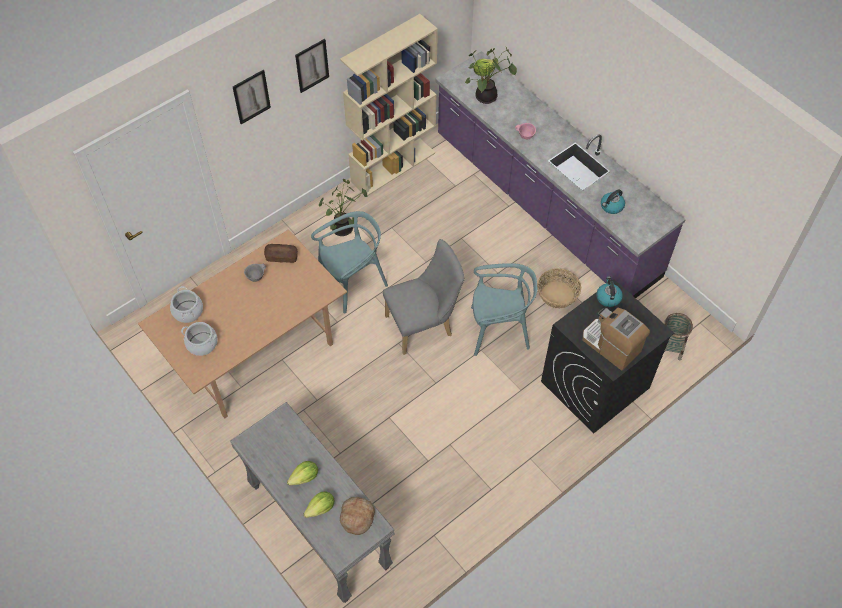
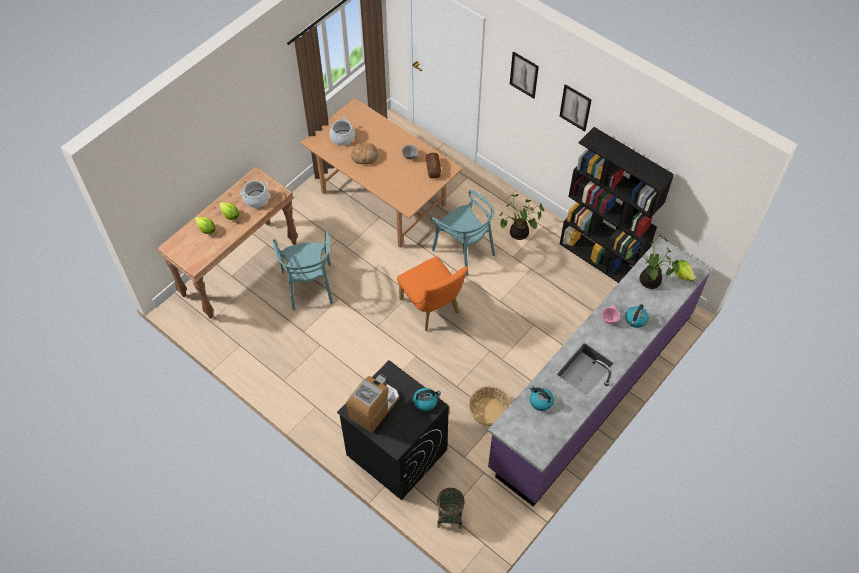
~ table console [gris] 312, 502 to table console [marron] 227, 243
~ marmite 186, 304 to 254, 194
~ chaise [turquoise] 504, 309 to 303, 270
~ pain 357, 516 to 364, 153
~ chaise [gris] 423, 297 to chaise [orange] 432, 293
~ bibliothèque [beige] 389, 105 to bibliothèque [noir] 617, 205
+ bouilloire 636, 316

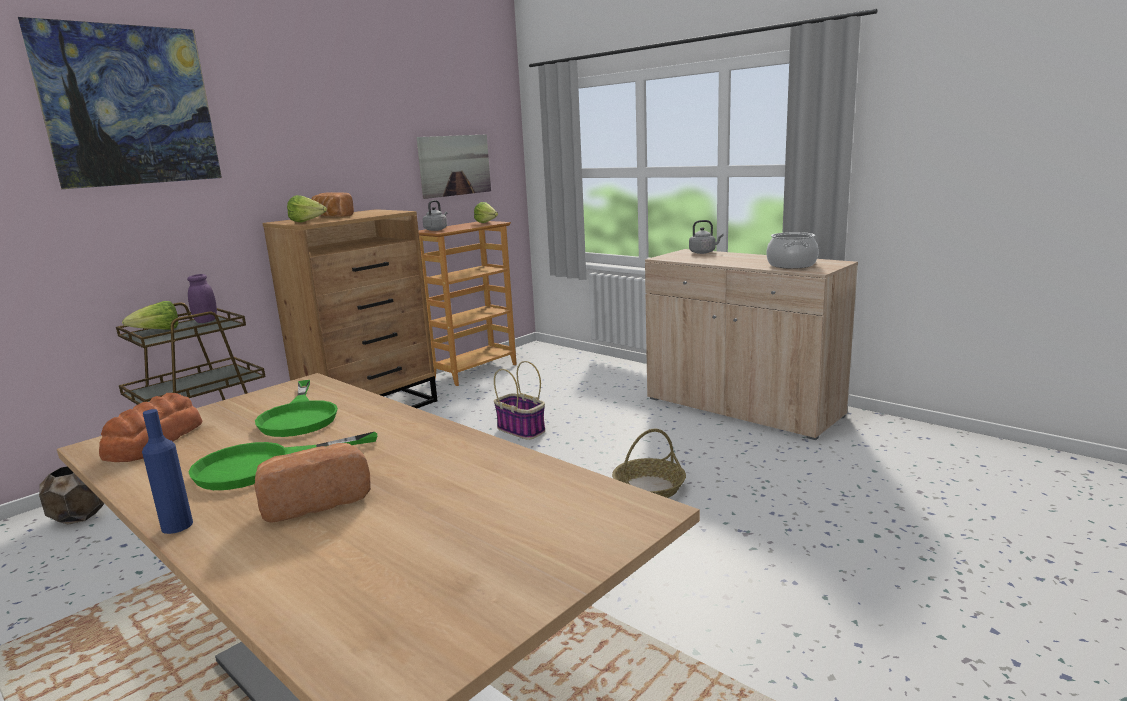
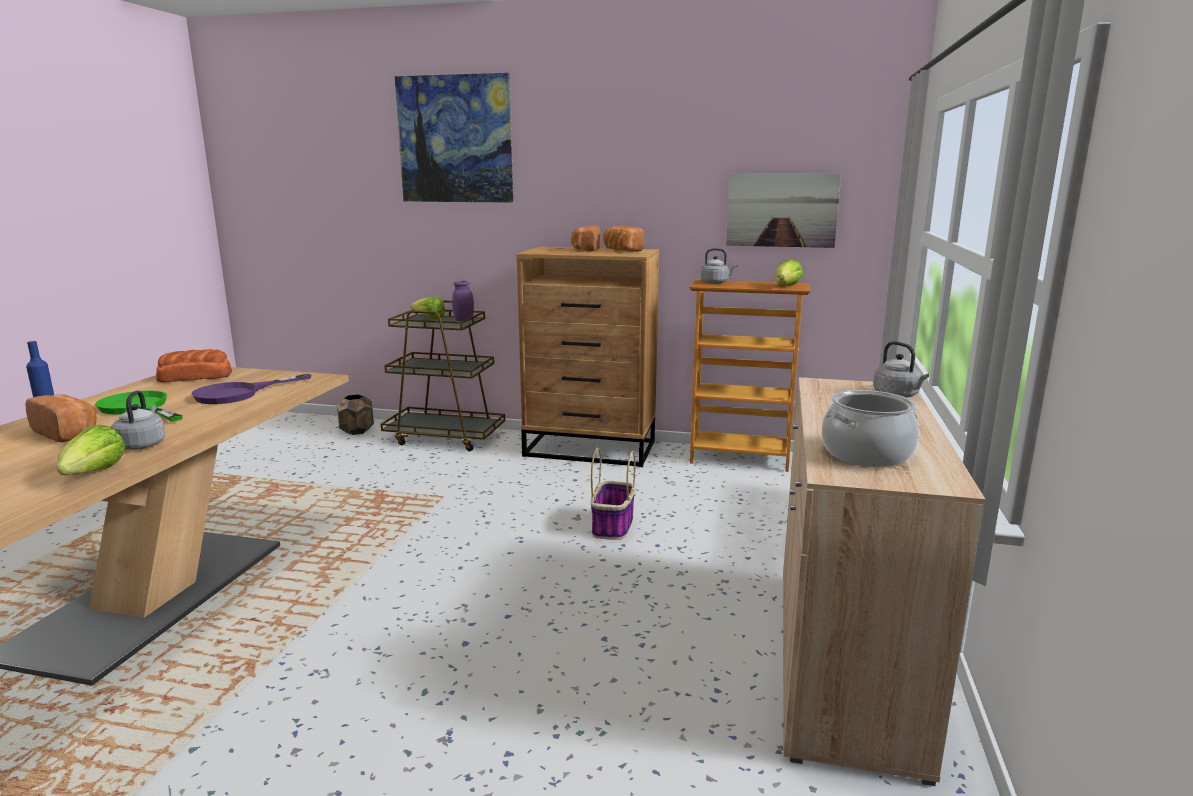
~ laitue 307, 208 to 91, 449
+ bouilloire [gris] 138, 420
~ poêle [vert] 296, 408 to poêle [violet] 251, 389
+ pain 623, 239
- panier 649, 463

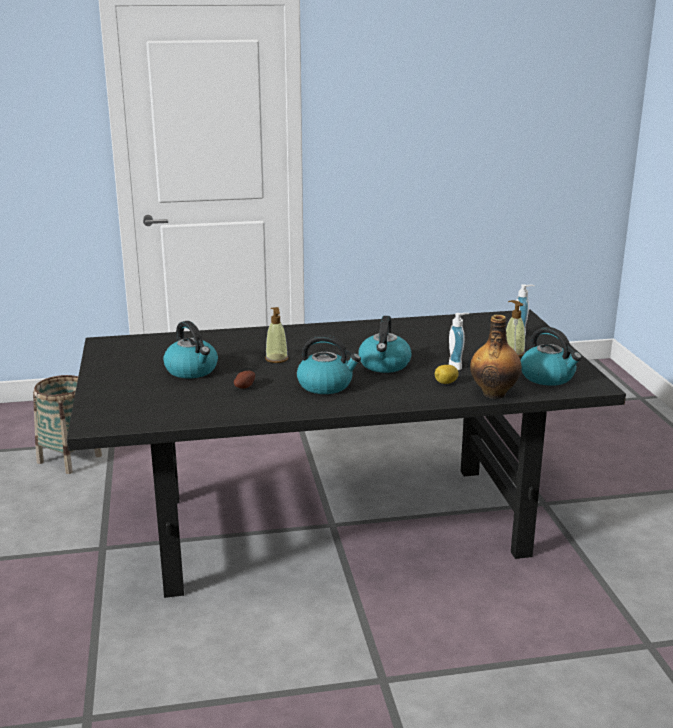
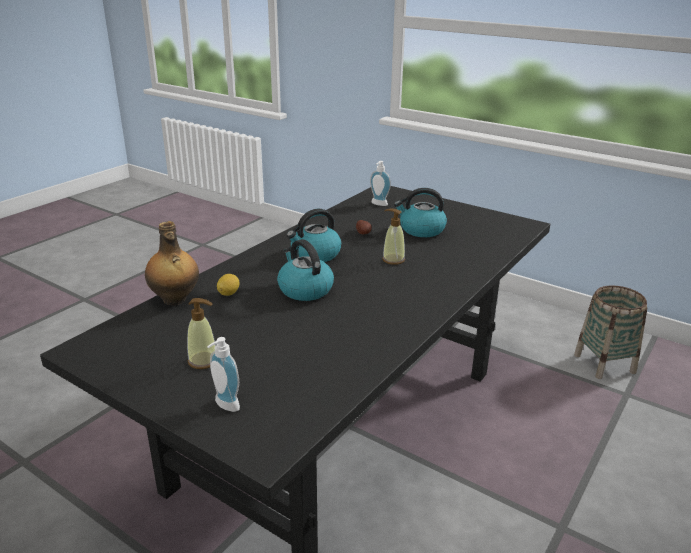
~ distributeur de savon 459, 341 to 380, 183
- bouilloire 551, 356

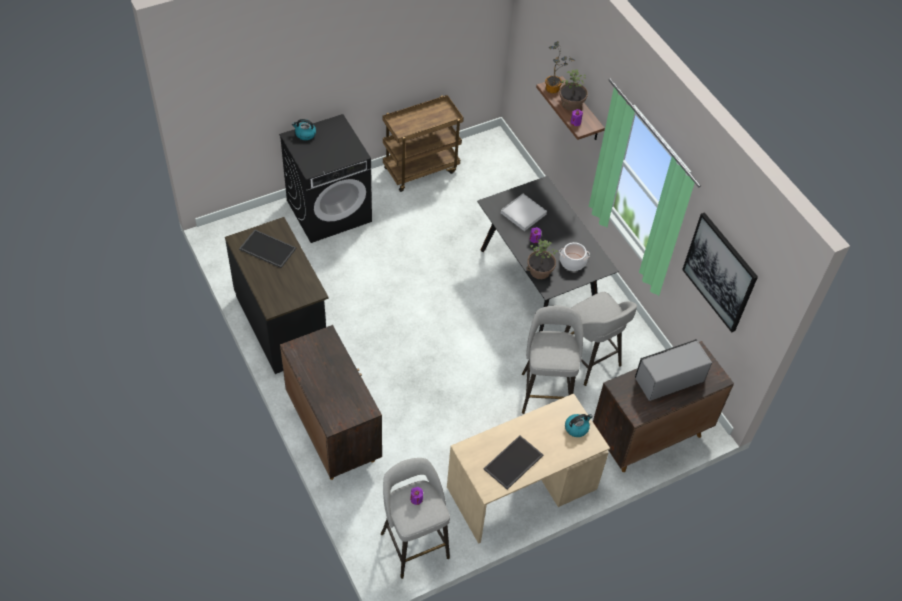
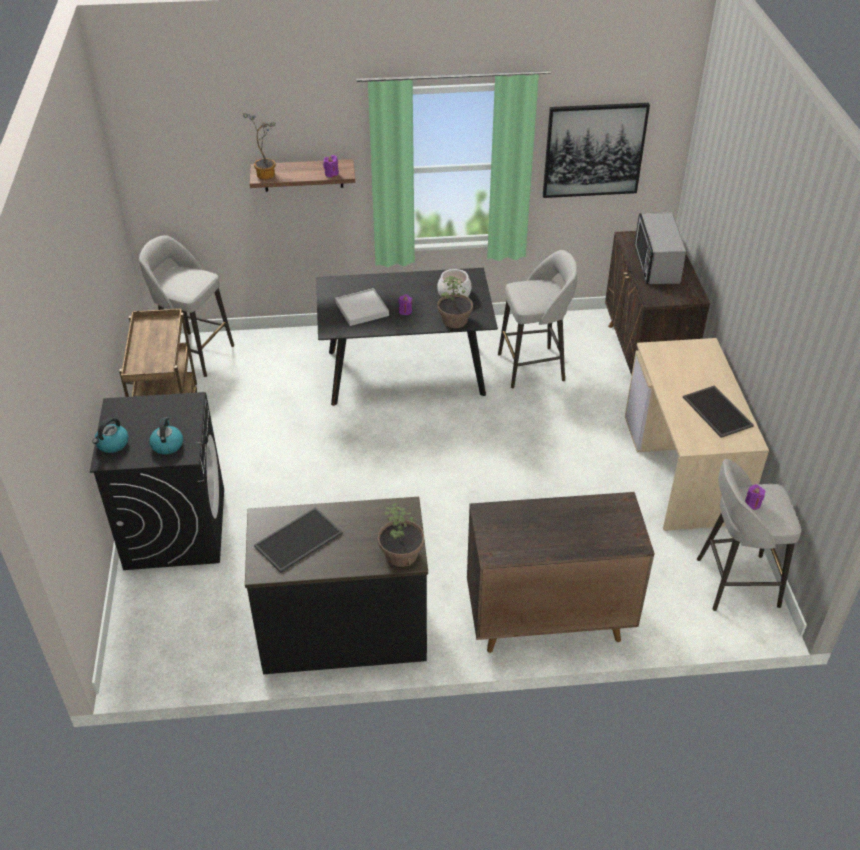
~ tabouret [gris] 552, 359 to 186, 306
~ bouilloire 578, 425 to 166, 435
~ plante en pot 573, 90 to 401, 535

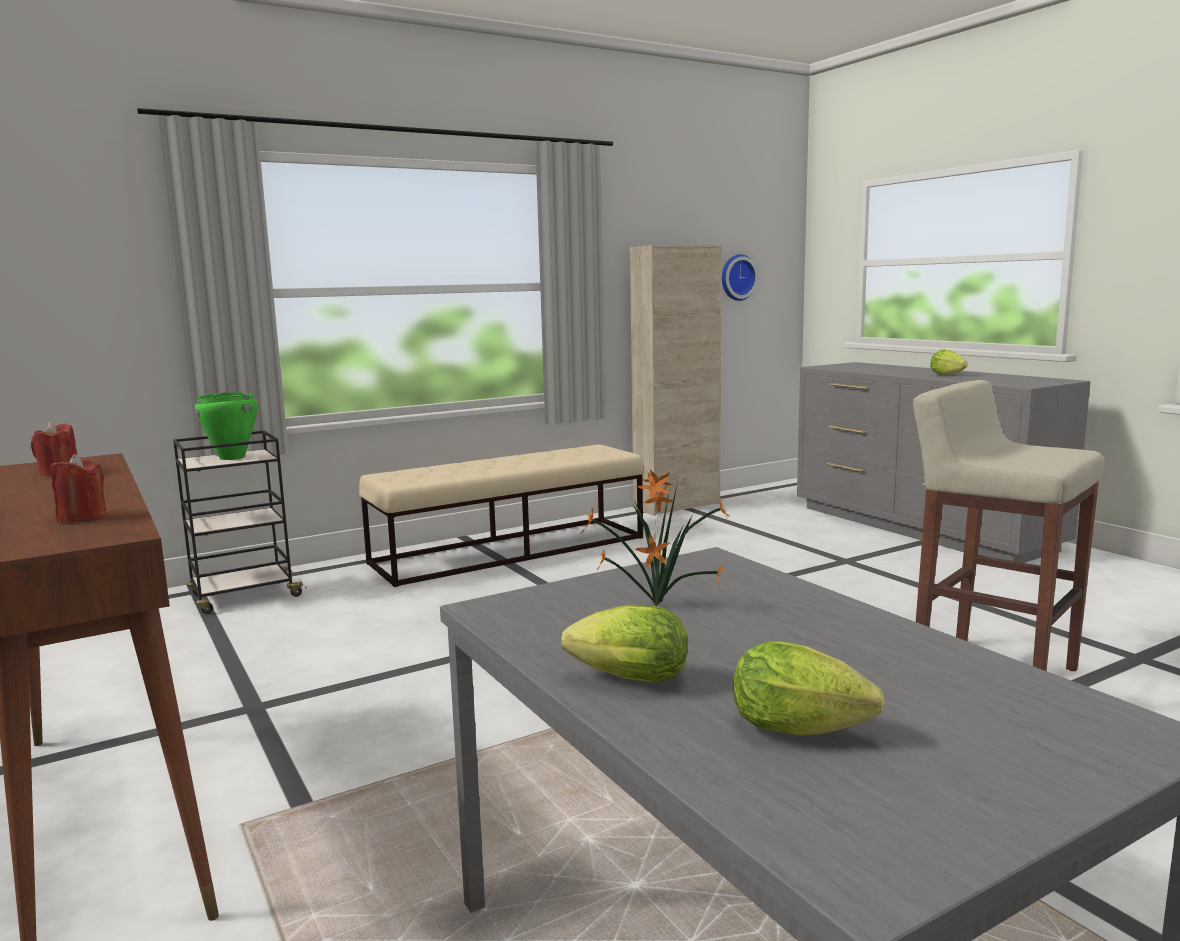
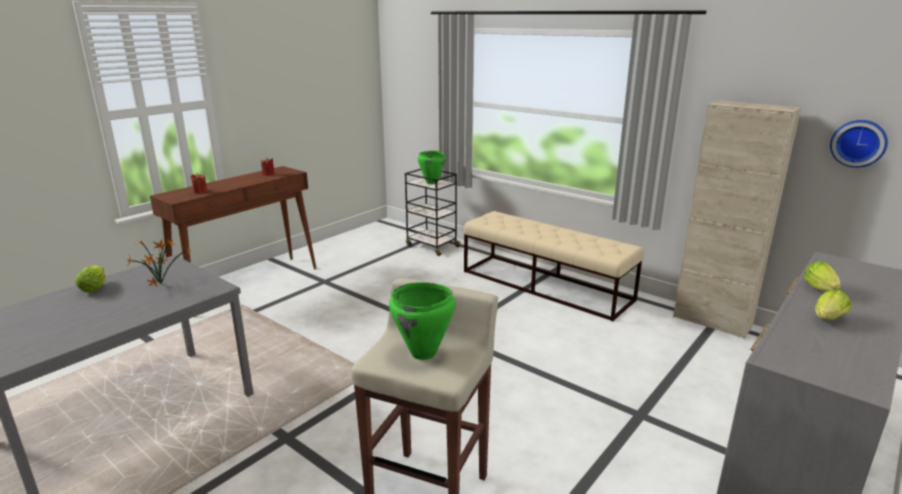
+ marmite [vert] 422, 321
~ laitue 809, 688 to 822, 276

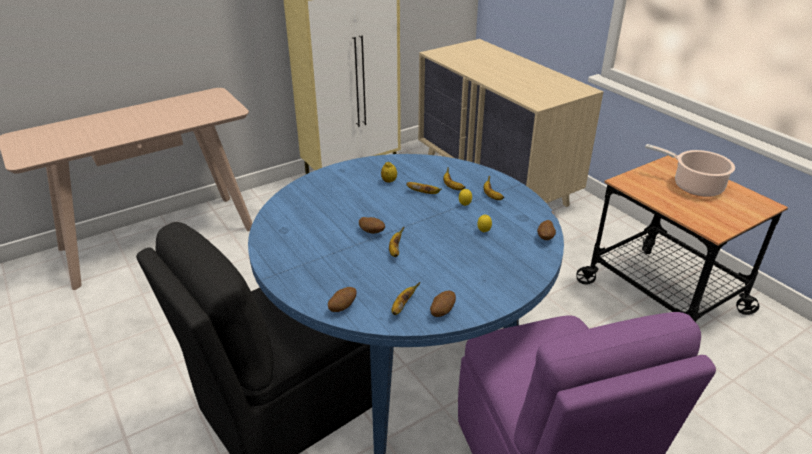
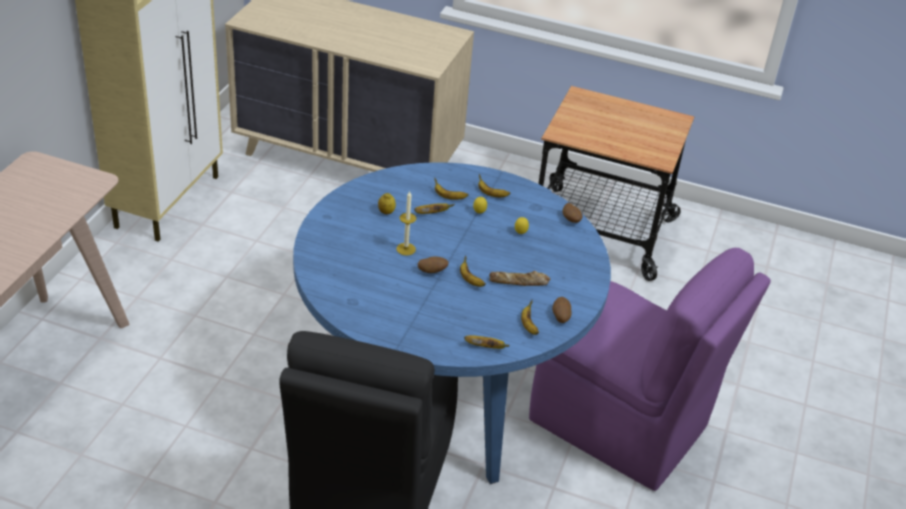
+ bougie 406, 223
~ pomme de terre 342, 299 to banane 487, 342
+ pain 519, 278
- marmite 690, 170

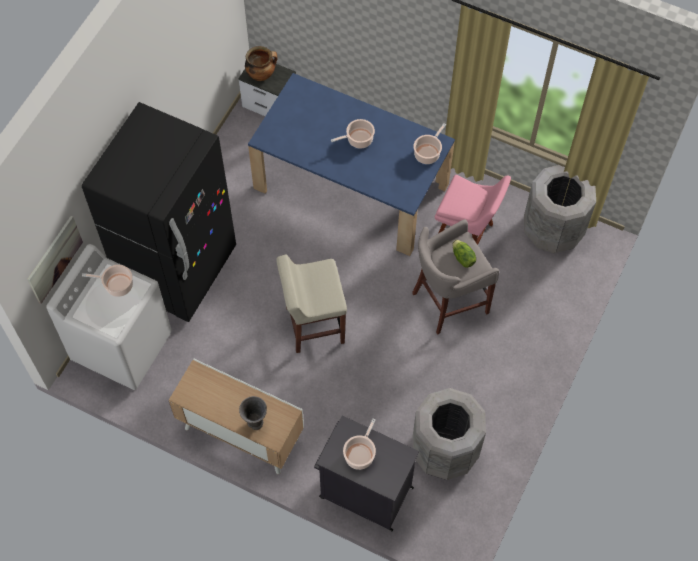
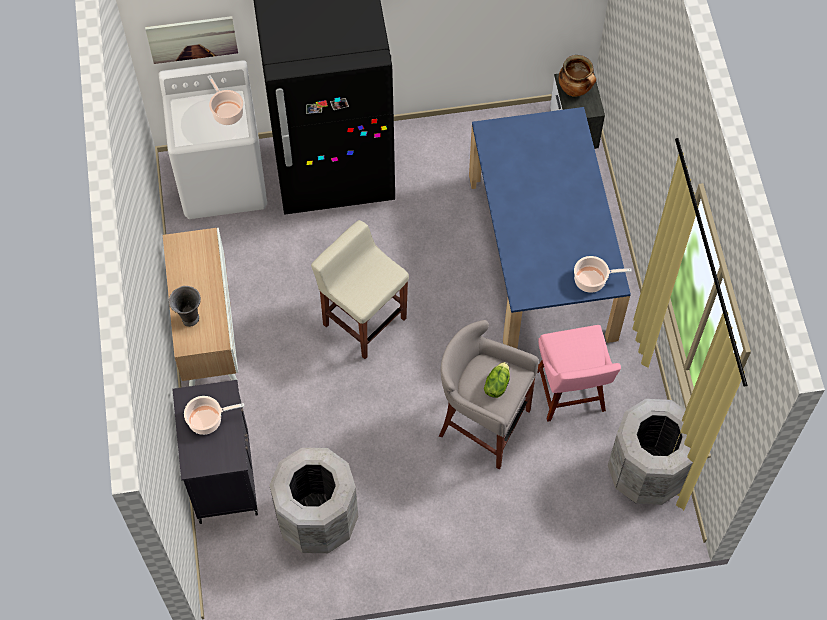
- marmite 353, 134

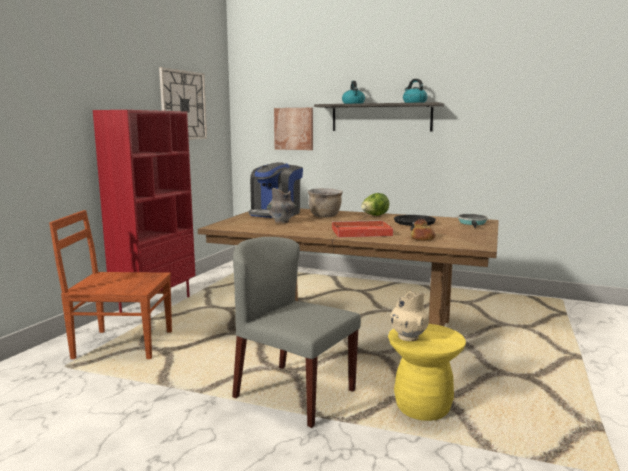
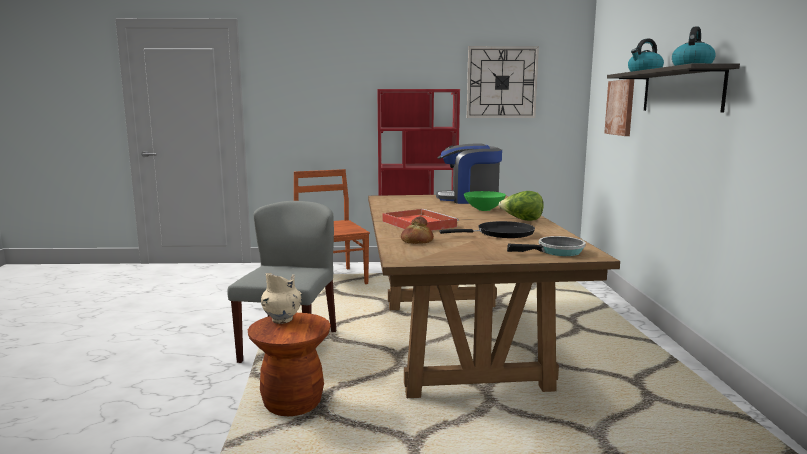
~ tabouret [jaune] 427, 372 to tabouret [marron] 289, 364
~ marmite [marron] 325, 203 to bol [vert] 485, 201
- vase [gris] 282, 206

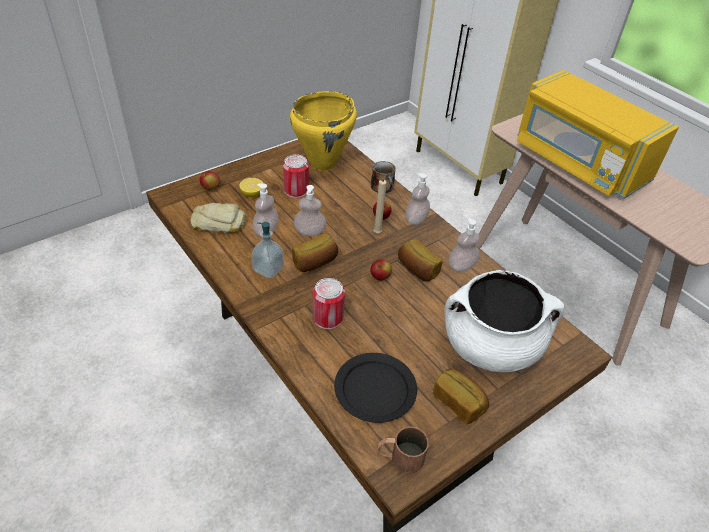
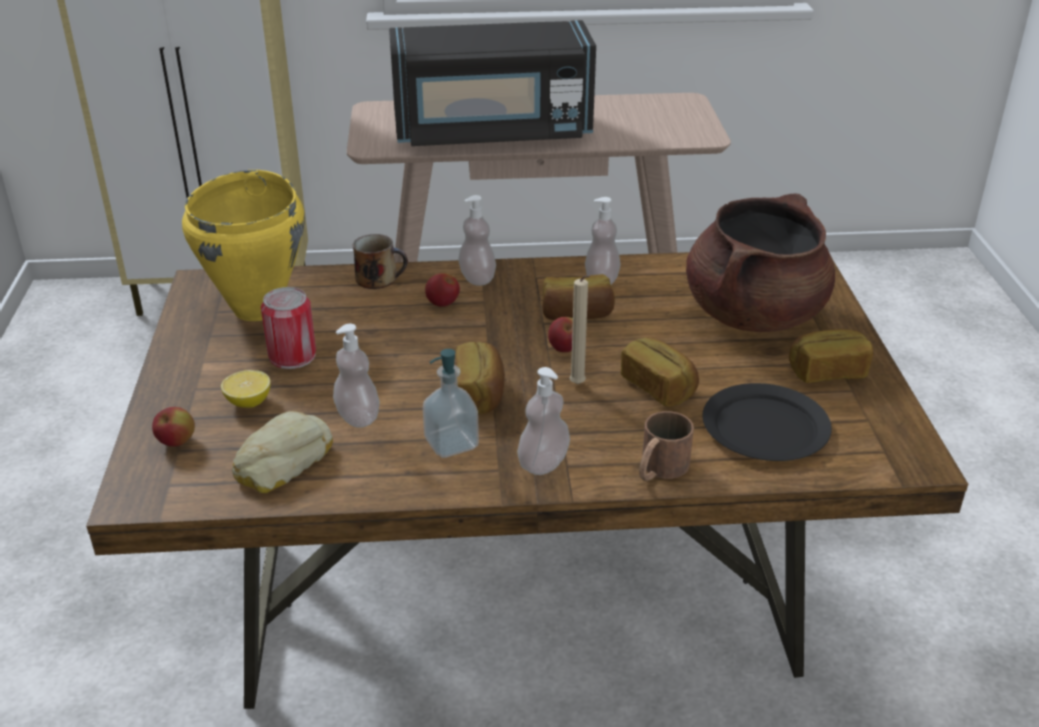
~ micro-ondes [jaune] 598, 134 to micro-ondes [noir] 492, 83
~ distributeur de savon 310, 210 to 543, 421
~ bougie [beige] 380, 206 to 580, 329
+ pain 660, 371
~ mug [marron] 402, 450 to 666, 446
~ marmite [blanc] 504, 321 to marmite [marron] 760, 263
- boîte métallique 329, 303

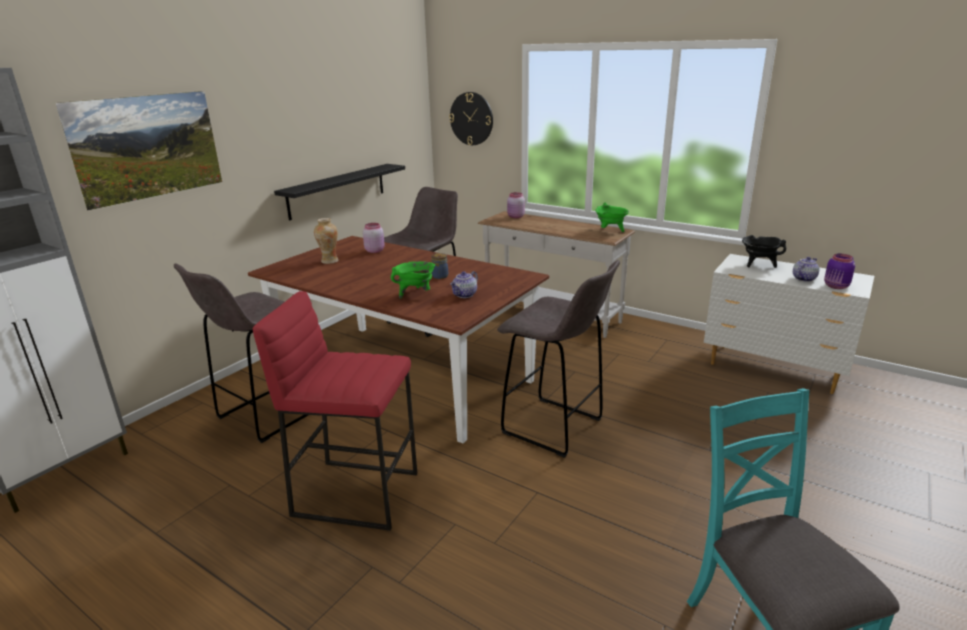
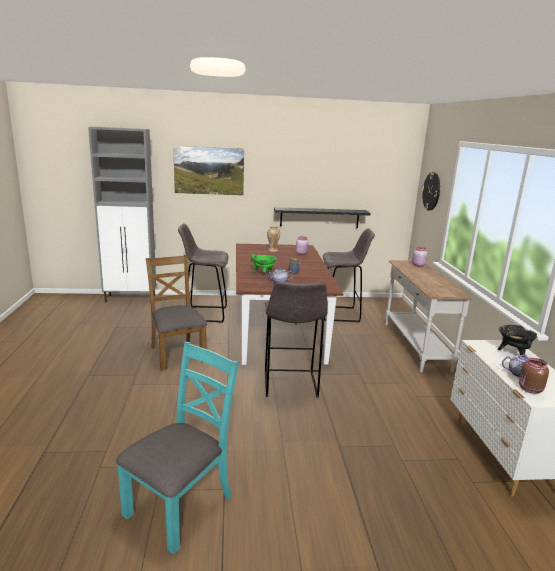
~ tabouret [rouge] 335, 411 to chaise [marron] 176, 312
~ bocal [violet] 839, 271 to bocal [marron] 534, 376
- marmite [vert] 612, 217

